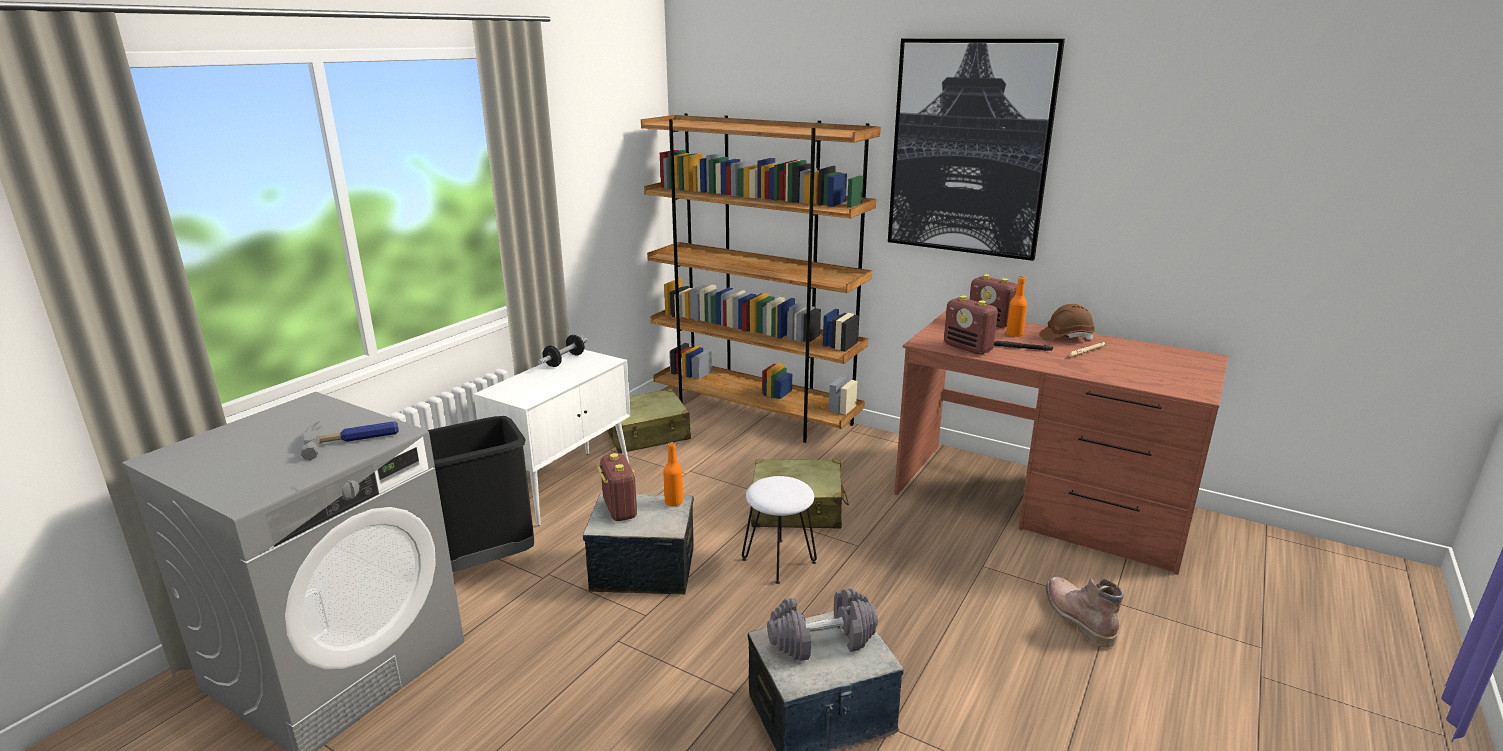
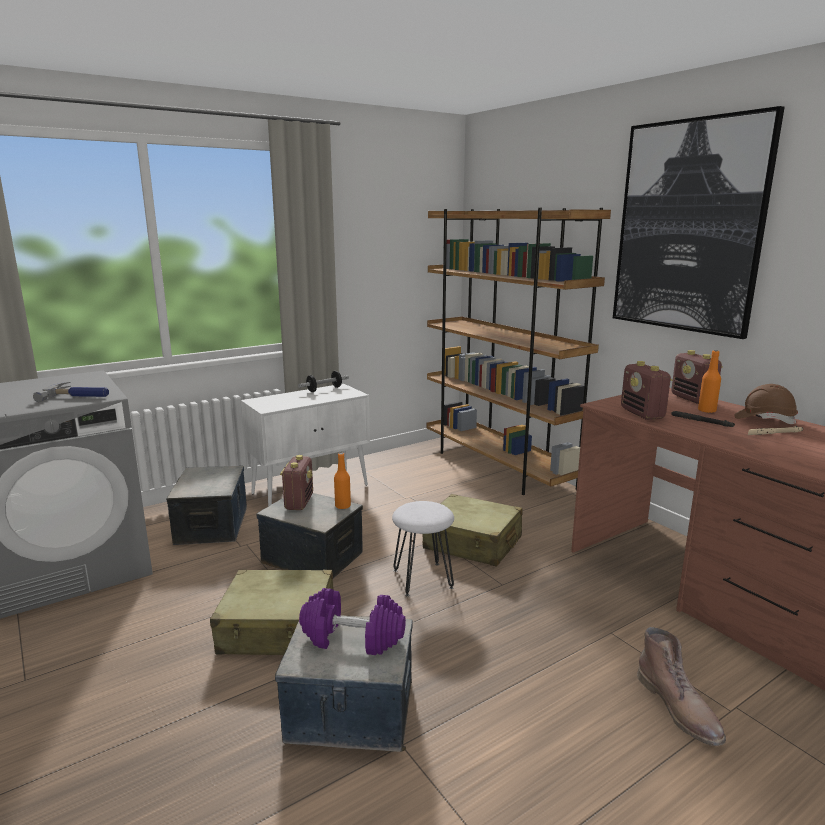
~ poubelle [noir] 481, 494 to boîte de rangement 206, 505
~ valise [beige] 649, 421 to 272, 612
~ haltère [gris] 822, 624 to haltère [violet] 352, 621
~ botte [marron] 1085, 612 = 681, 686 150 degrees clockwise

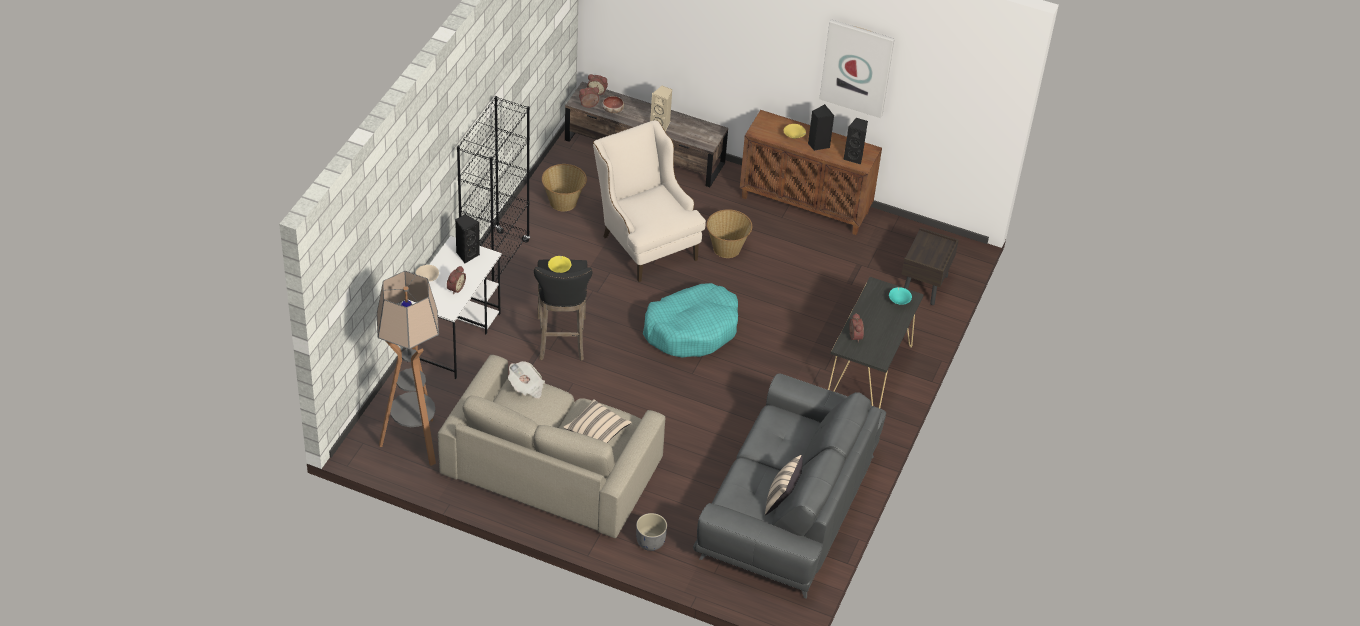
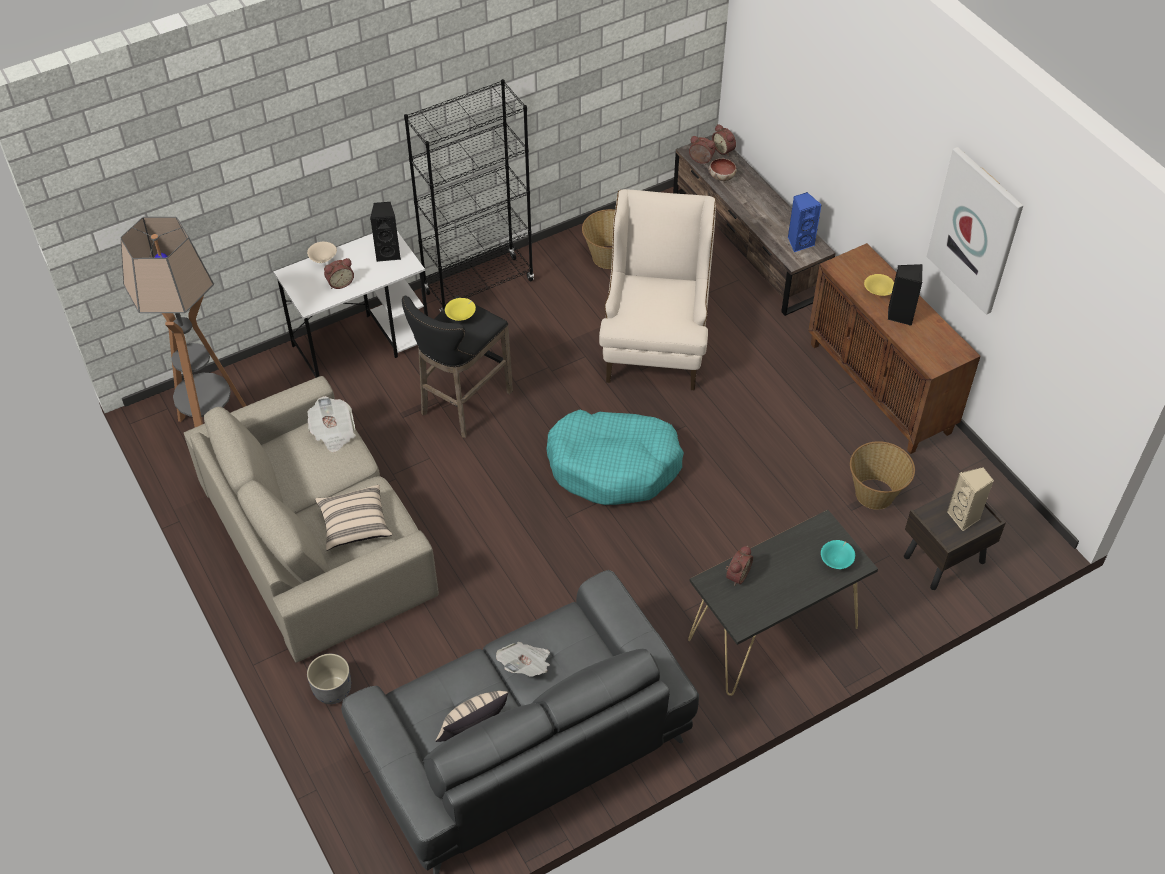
+ journal 523, 659
+ enceinte [bleu] 805, 222
~ panier 729, 233 to 882, 475
~ enceinte [beige] 661, 108 to 970, 499
- enceinte [noir] 855, 141

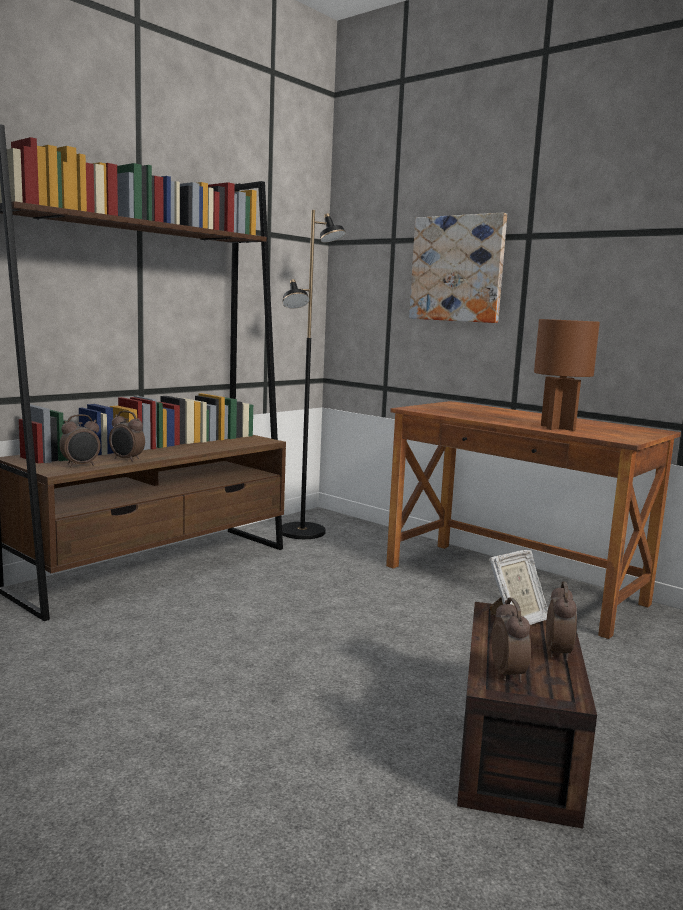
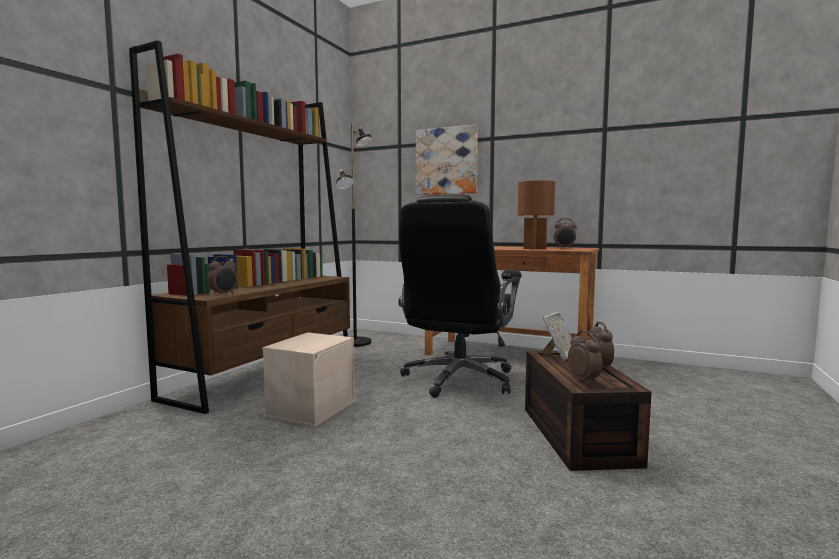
+ boîte de rangement [beige] 308, 379
+ chaise de bureau [noir] 460, 296
~ réveil 127, 436 to 565, 233

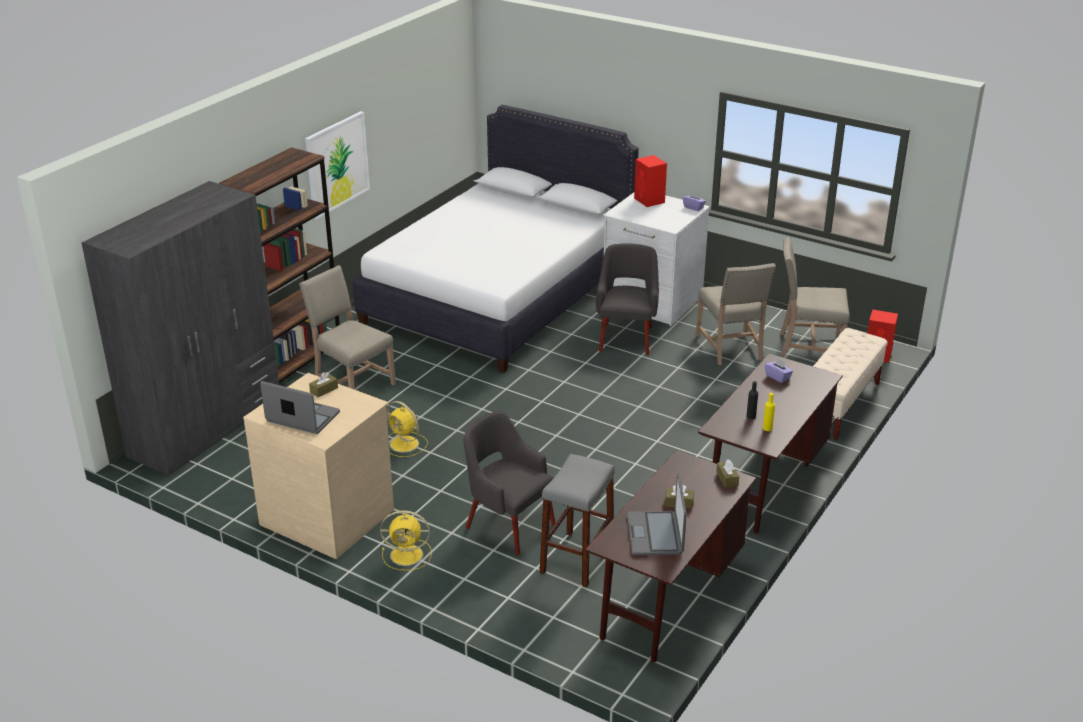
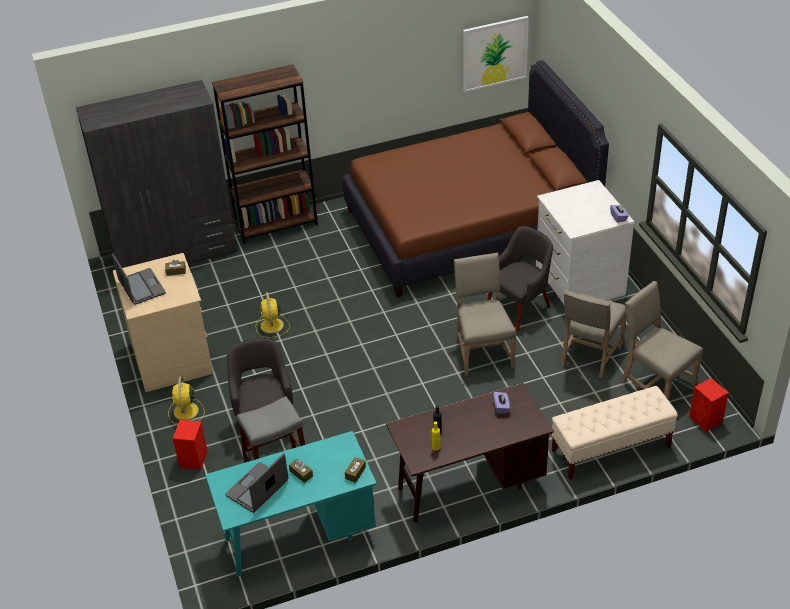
~ ventilateur [jaune] 406, 541 = 186, 400 45 degrees clockwise
~ enceinte [rouge] 650, 181 to 190, 445
~ bureau [marron] 670, 556 to bureau [turquoise] 291, 503
~ lit [blanc] 496, 239 to lit [marron] 476, 178
~ chaise [beige] 347, 327 to 485, 314
~ tableau 337, 165 to 496, 54

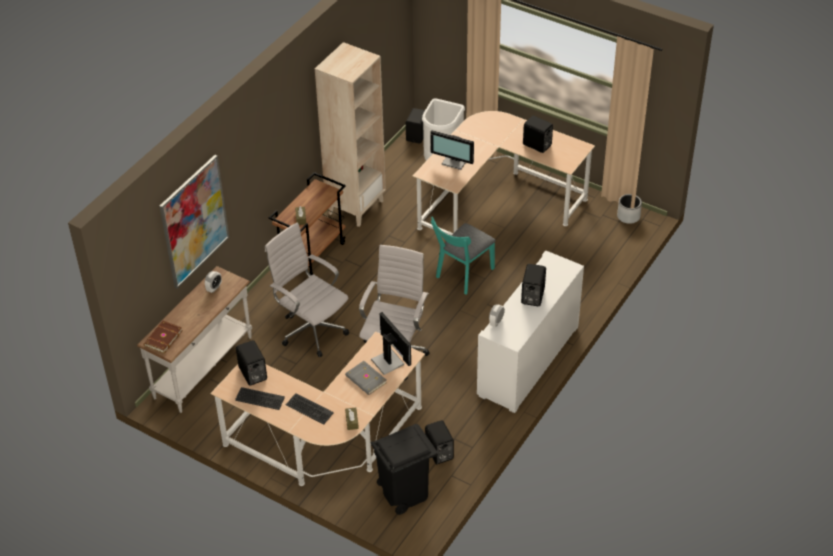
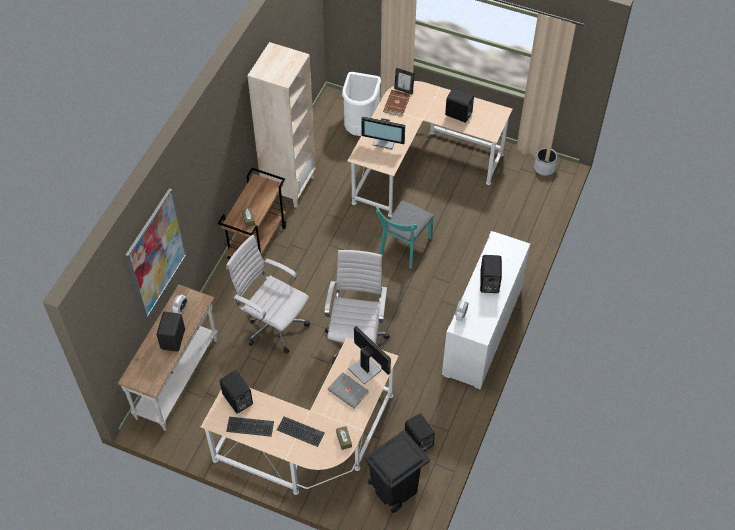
~ enceinte [noir] 415, 126 to 170, 331
~ livre [marron] 163, 337 to 396, 103
+ cadre photo 404, 81

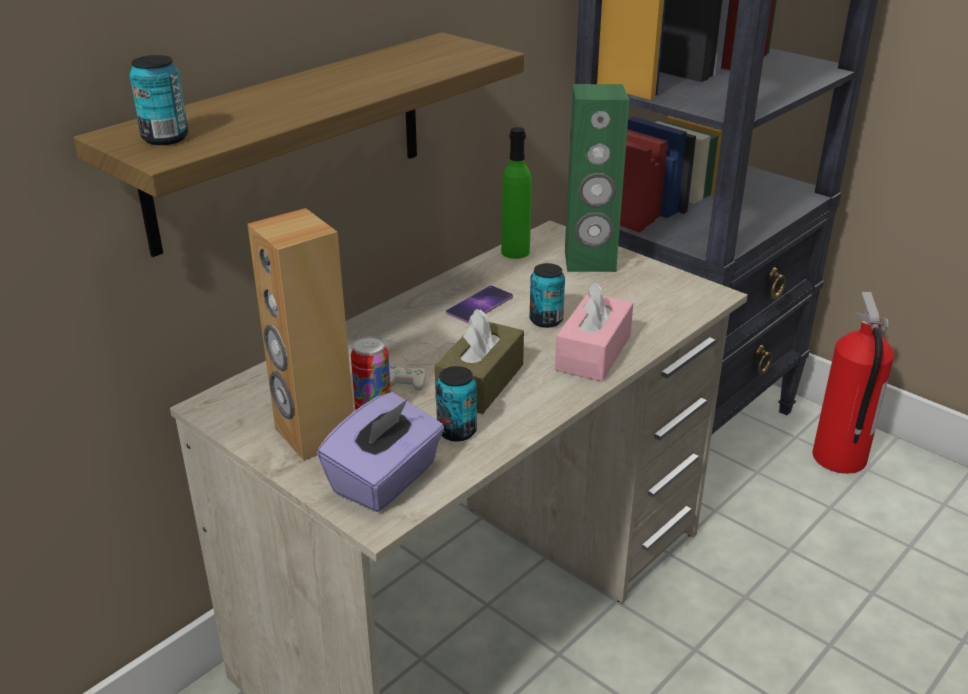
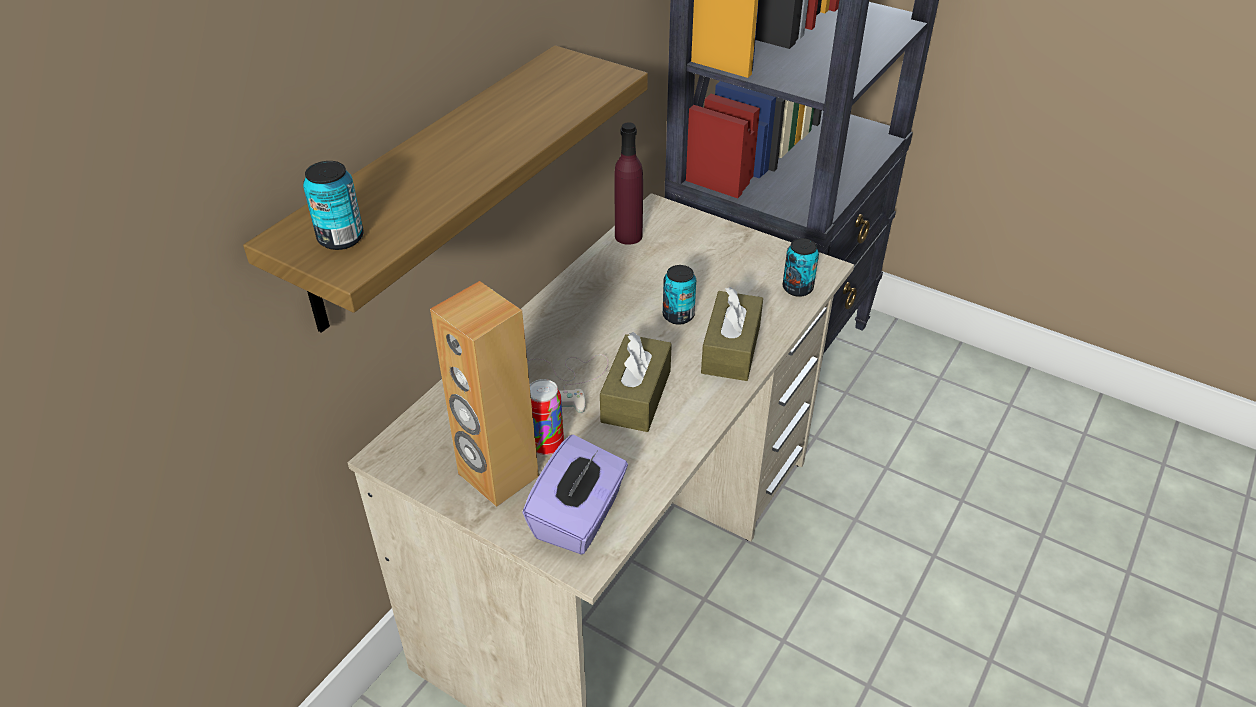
~ bouteille [vert] 516, 193 to bouteille [violet] 628, 183
~ boîte à mouchoirs [rose] 594, 331 to boîte à mouchoirs [marron] 732, 334
~ boîte métallique 456, 403 to 801, 267
- téléphone 479, 304
- enceinte [vert] 597, 178
- extincteur 853, 383

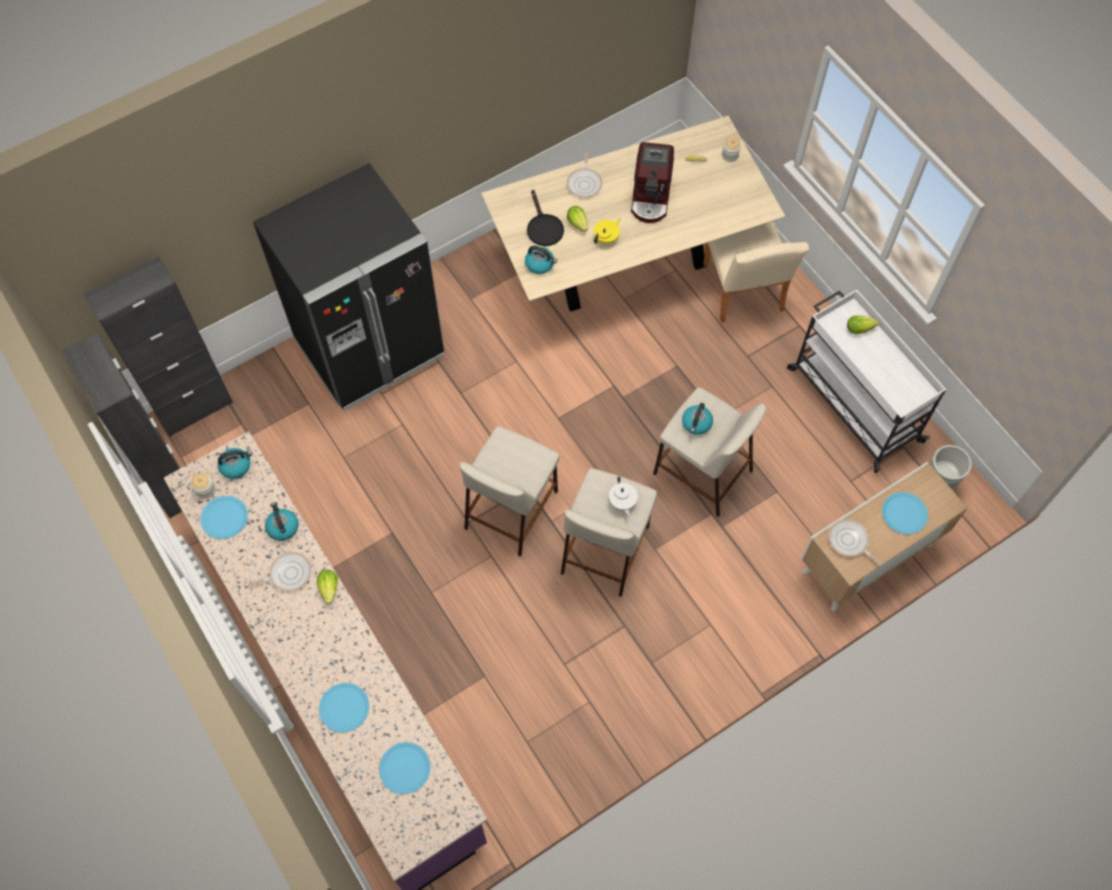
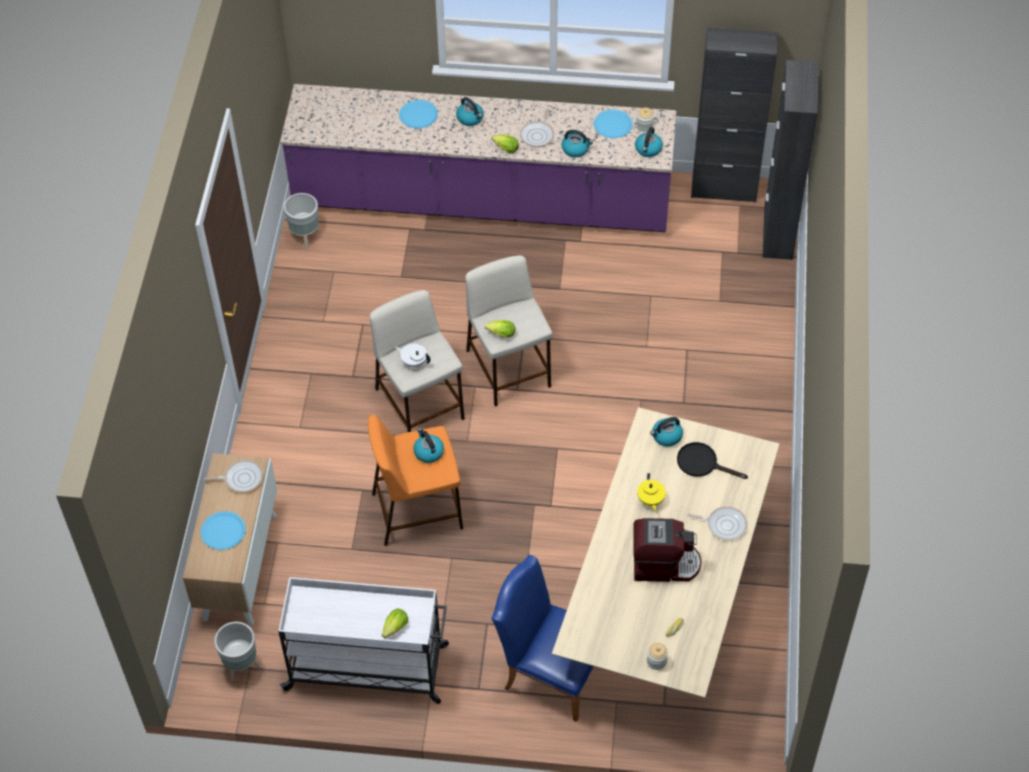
+ cache-pot [gris] 301, 222
~ tabouret [beige] 709, 452 to tabouret [orange] 415, 480
+ bouilloire 469, 111
~ laitue 577, 219 to 500, 329
~ chaise [beige] 756, 272 to chaise [bleu] 542, 638
~ machine à café 652, 182 = 668, 550 135 degrees clockwise
~ poêle 584, 175 = 717, 523 150 degrees clockwise
- réfrigérateur [noir] 348, 287
- assiette [bleu] 405, 768

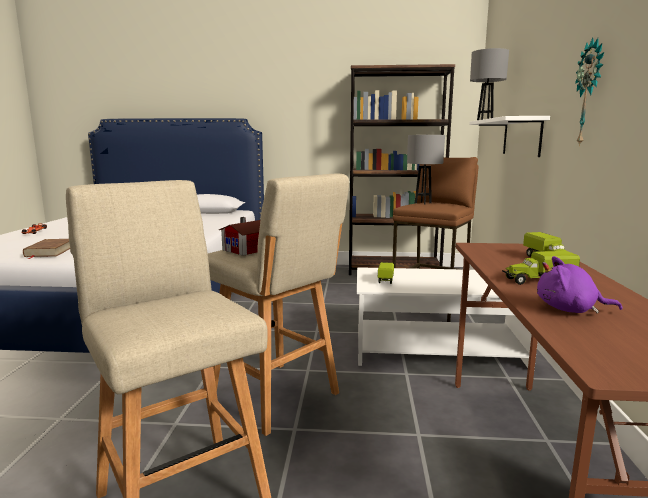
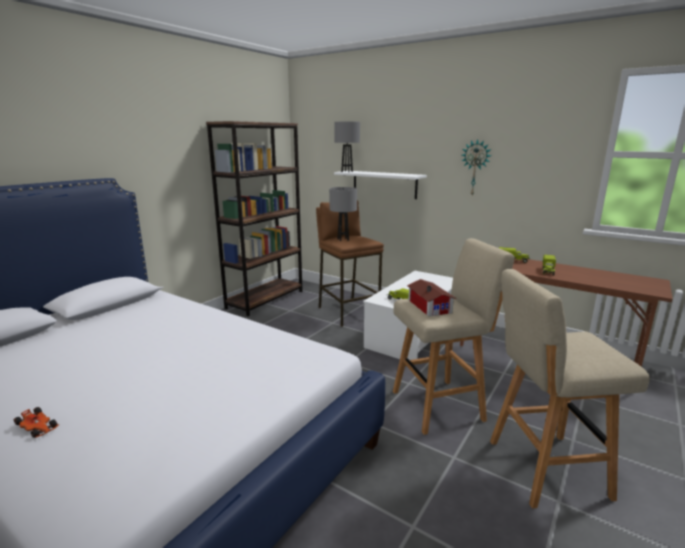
- livre [marron] 46, 249
- peluche [violet] 579, 284

